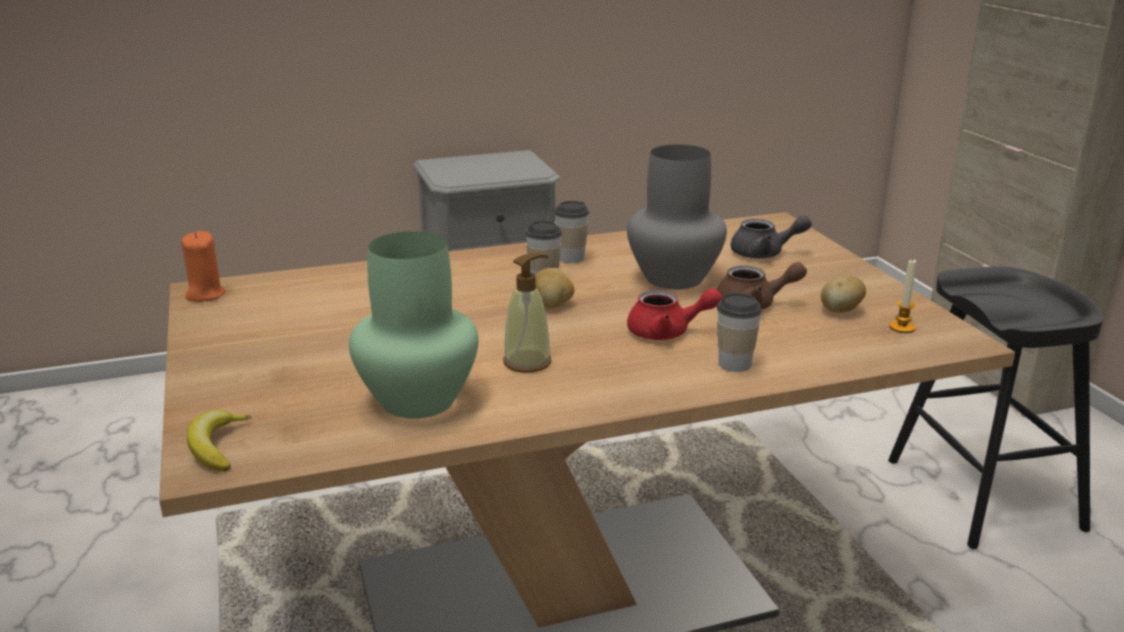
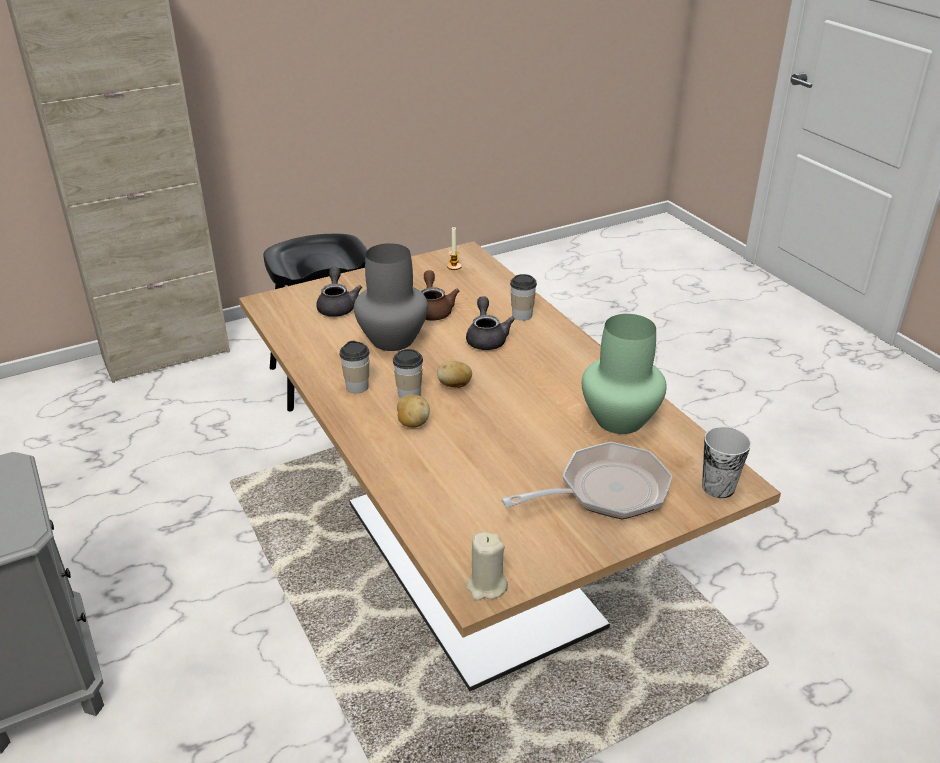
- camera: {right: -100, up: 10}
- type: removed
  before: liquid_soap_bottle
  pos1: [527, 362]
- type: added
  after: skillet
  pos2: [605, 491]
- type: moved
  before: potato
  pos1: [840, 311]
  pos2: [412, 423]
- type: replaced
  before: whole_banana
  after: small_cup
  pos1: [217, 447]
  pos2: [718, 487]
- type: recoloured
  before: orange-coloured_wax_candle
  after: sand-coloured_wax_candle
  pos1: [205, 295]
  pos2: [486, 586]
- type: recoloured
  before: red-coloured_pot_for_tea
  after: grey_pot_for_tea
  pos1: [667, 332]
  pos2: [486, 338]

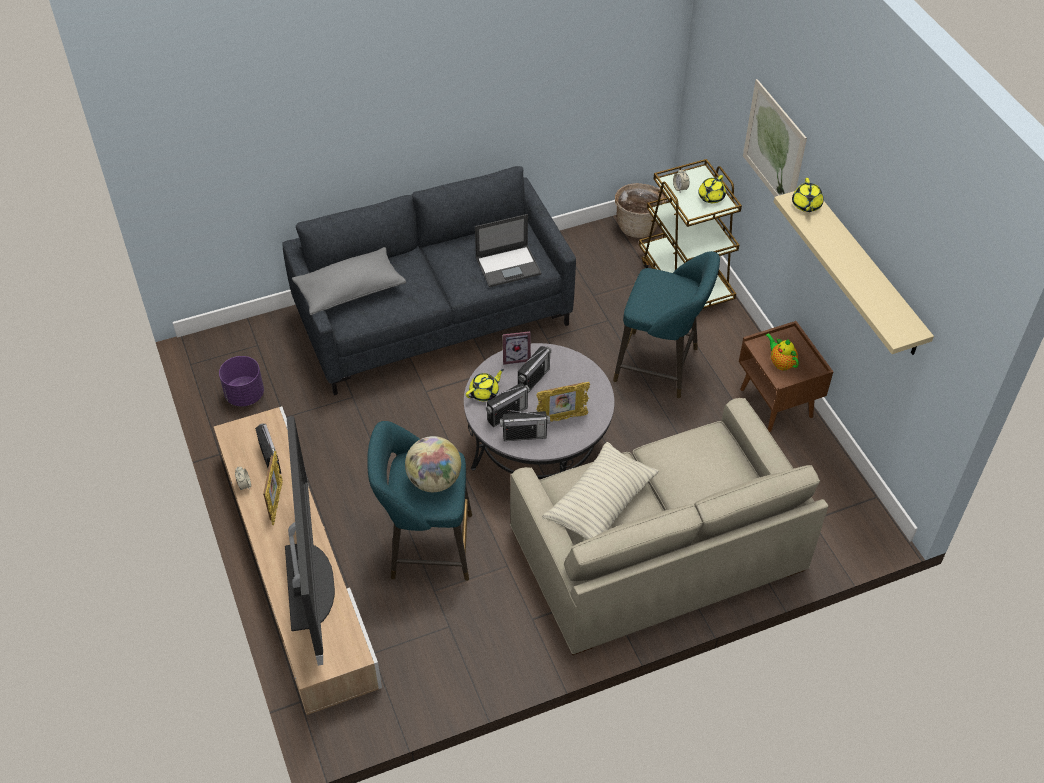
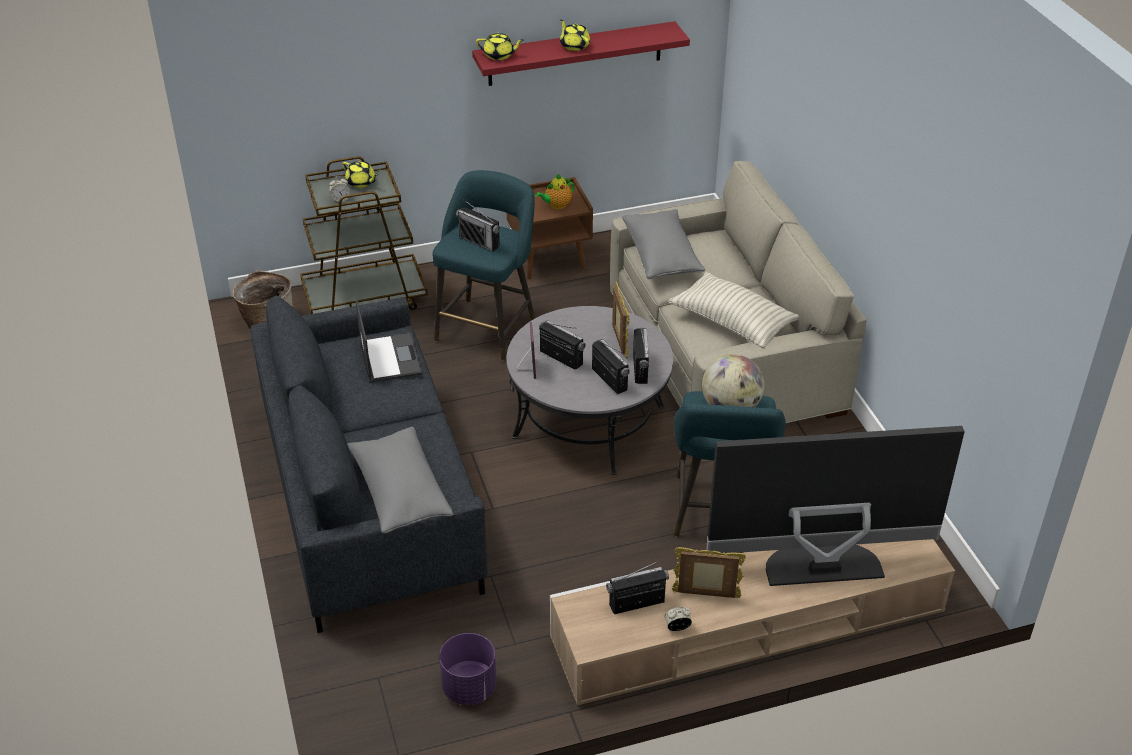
- camera: {right: -85, up: -10}
- type: removed
  before: wall_art
  pos1: [774, 147]
- type: added
  after: radio_set
  pos2: [479, 241]
- type: added
  after: grey_pillow
  pos2: [661, 256]
- type: moved
  before: yellow-coloured_pot_for_tea
  pos1: [484, 392]
  pos2: [574, 45]
- type: recoloured
  before: sand-coloured_shelf
  after: red-coloured_shelf
  pos1: [865, 272]
  pos2: [575, 54]

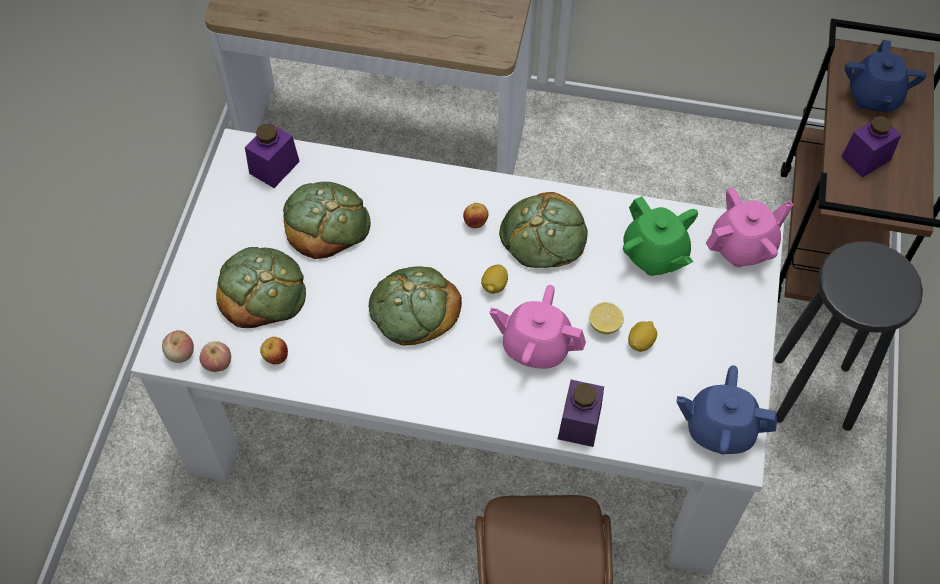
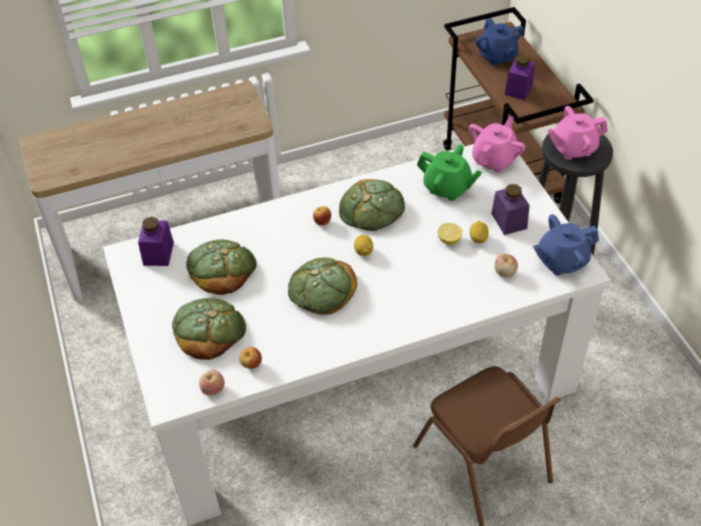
- camera: {right: -30, up: -10}
- type: moved
  before: apple
  pos1: [180, 354]
  pos2: [505, 272]
- type: moved
  before: pink-coloured_pot_for_tea
  pos1: [535, 345]
  pos2: [573, 148]
- type: moved
  before: purplish_storage_jar
  pos1: [579, 422]
  pos2: [509, 221]

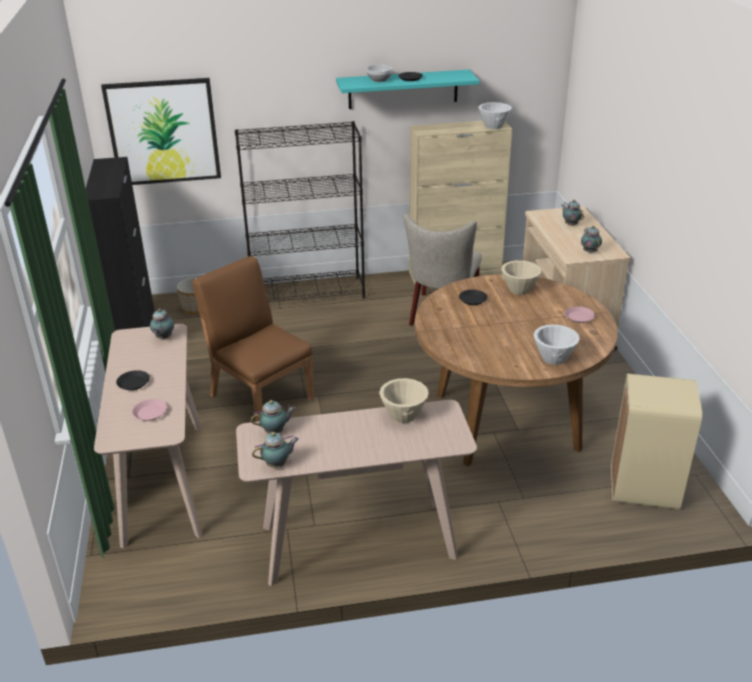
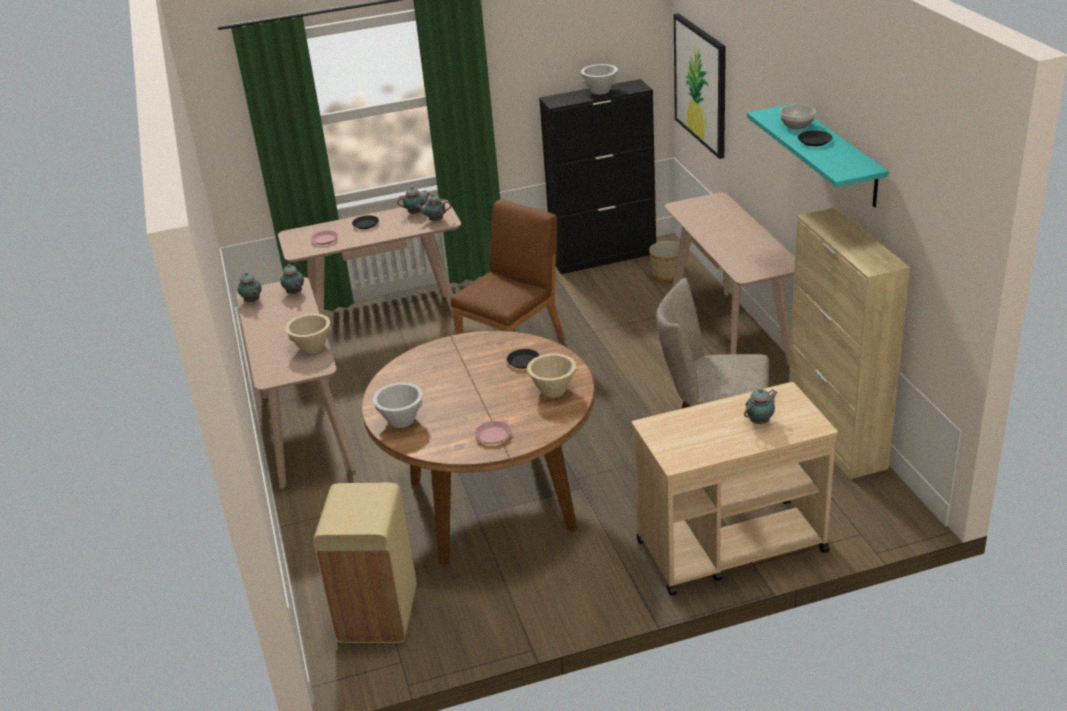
- camera: {right: 85, up: 0}
- type: moved
  before: whitish_deep_dish
  pos1: [494, 126]
  pos2: [600, 91]
- type: moved
  before: pot_for_tea
  pos1: [589, 251]
  pos2: [416, 213]
- type: replaced
  before: black-coloured_bookshelf
  after: sand-coloured_console_table
  pos1: [308, 293]
  pos2: [729, 334]

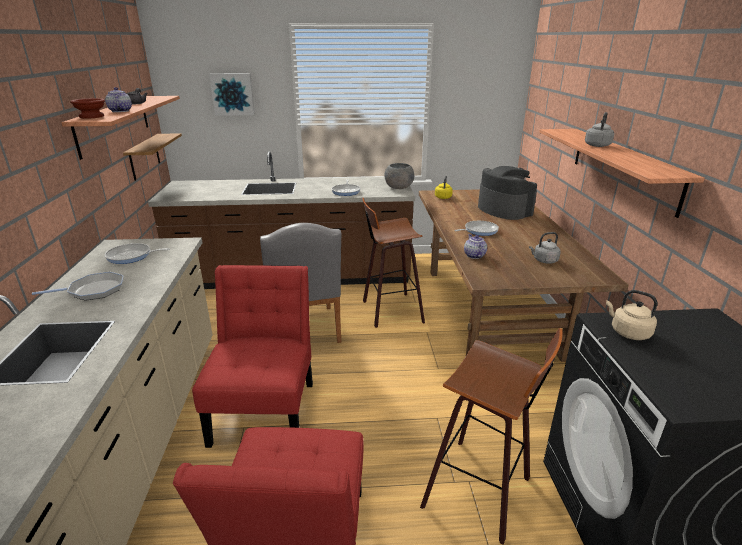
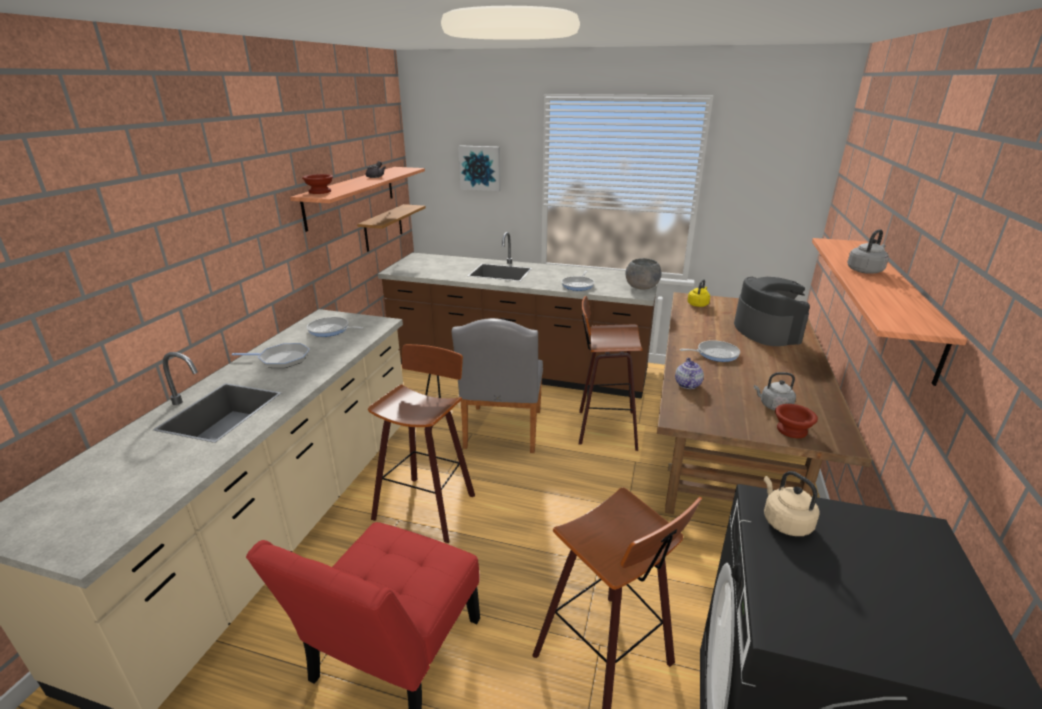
- camera: {right: 20, up: 0}
- type: removed
  before: pot_for_tea
  pos1: [120, 111]
- type: added
  after: brown_deep_dish
  pos2: [793, 430]
- type: replaced
  before: red-coloured_chair
  after: stool_seat
  pos1: [265, 408]
  pos2: [427, 505]

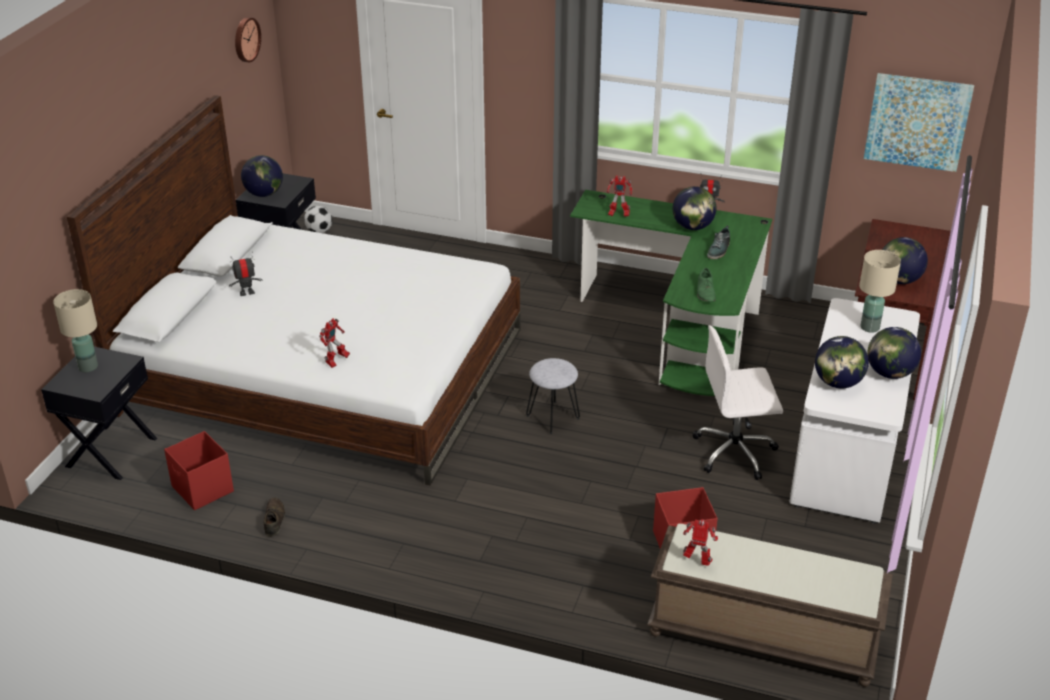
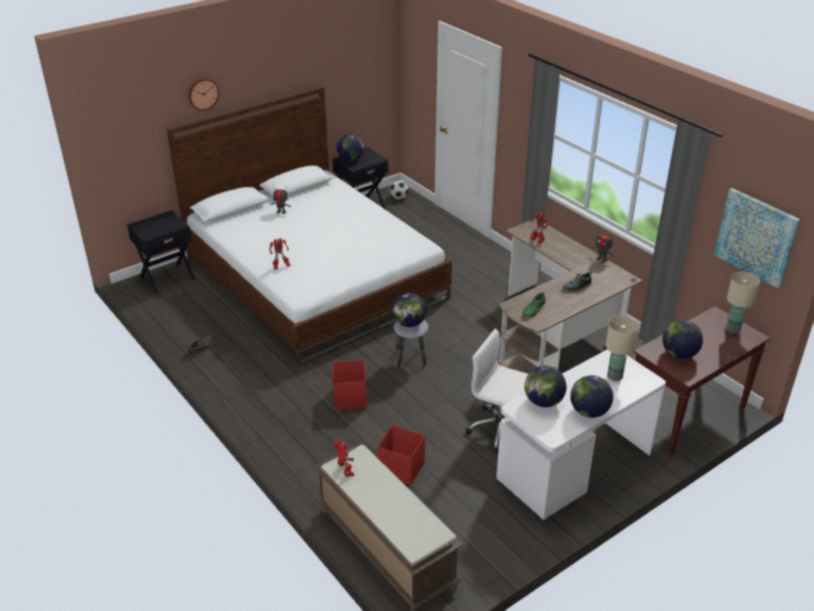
- camera: {right: 35, up: 0}
- type: moved
  before: sand-coloured_table_lamp
  pos1: [87, 367]
  pos2: [732, 329]
- type: moved
  before: red-coloured_storage_box
  pos1: [202, 490]
  pos2: [350, 398]
- type: moved
  before: hanging_clock
  pos1: [245, 39]
  pos2: [202, 93]
- type: moved
  before: world_globe
  pos1: [692, 227]
  pos2: [409, 323]
- type: recoloured
  before: greenish_desk_unit
  after: brown_desk_unit
  pos1: [683, 327]
  pos2: [556, 338]

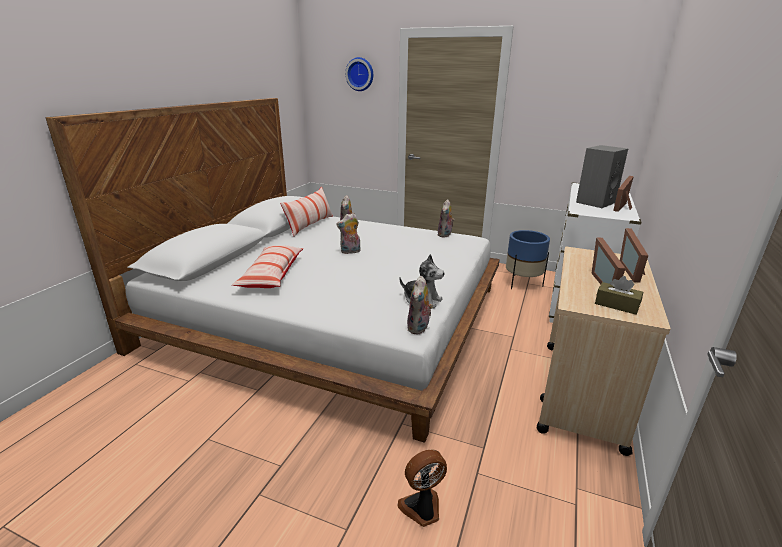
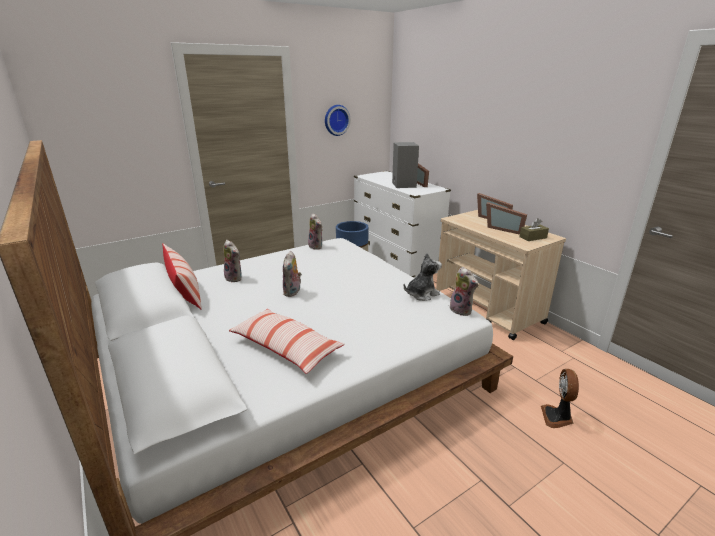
- camera: {right: -55, up: 0}
- type: moved
  before: hanging_clock
  pos1: [360, 74]
  pos2: [336, 120]

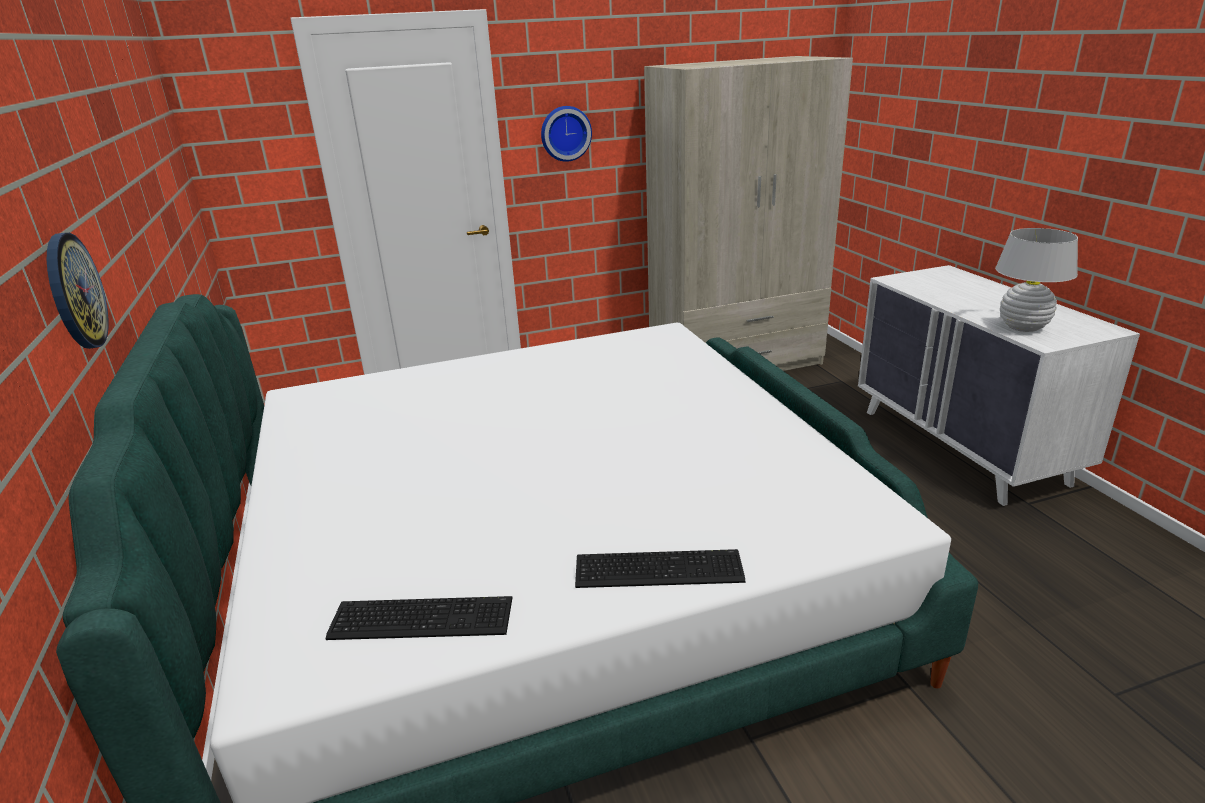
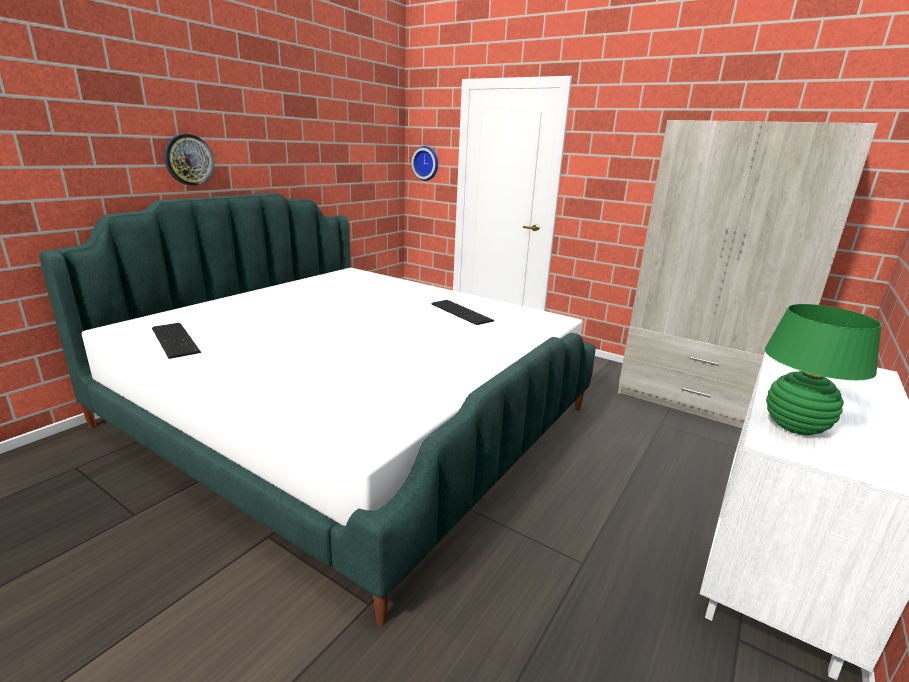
- camera: {right: 50, up: -5}
- type: moved
  before: hanging_clock
  pos1: [565, 133]
  pos2: [426, 163]
- type: moved
  before: keyboard
  pos1: [656, 567]
  pos2: [462, 312]
- type: recoloured
  before: whitish_table_lamp
  after: greenish_table_lamp
  pos1: [1023, 327]
  pos2: [794, 426]

